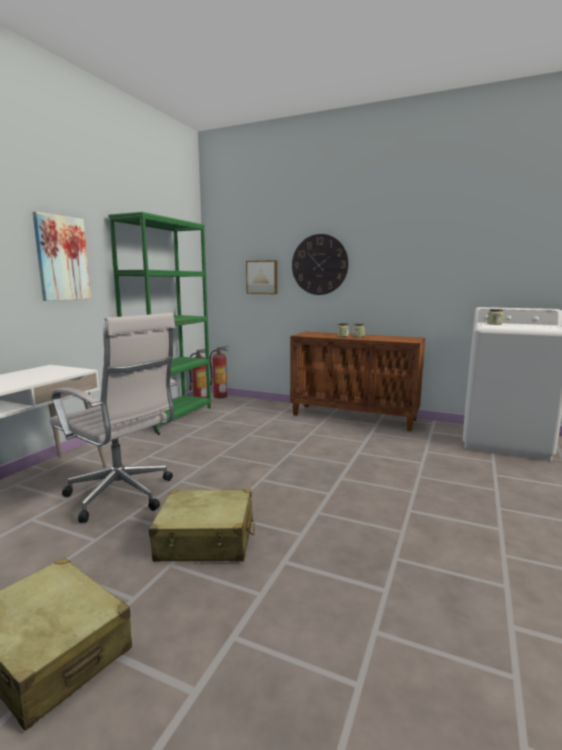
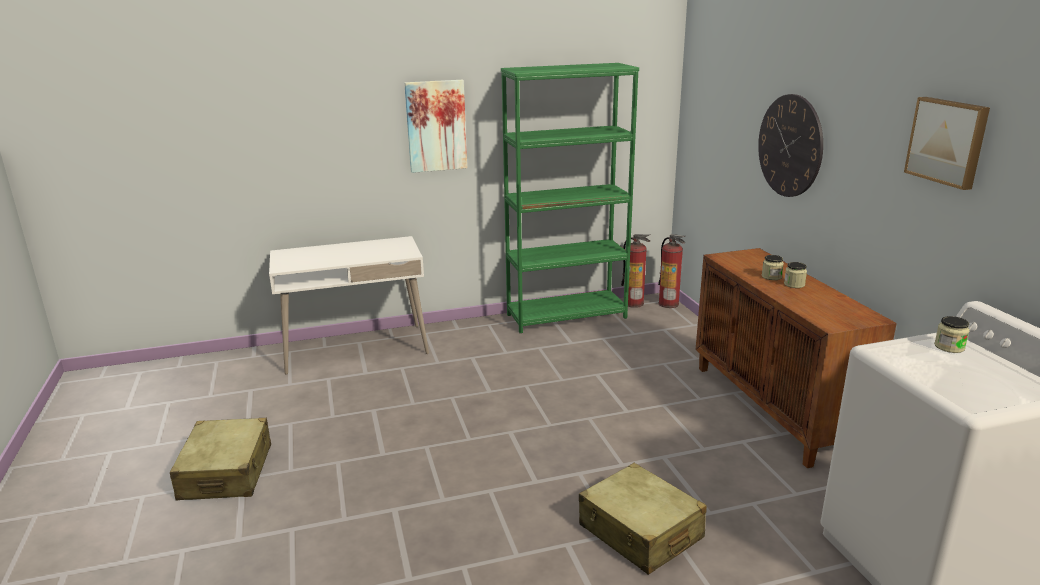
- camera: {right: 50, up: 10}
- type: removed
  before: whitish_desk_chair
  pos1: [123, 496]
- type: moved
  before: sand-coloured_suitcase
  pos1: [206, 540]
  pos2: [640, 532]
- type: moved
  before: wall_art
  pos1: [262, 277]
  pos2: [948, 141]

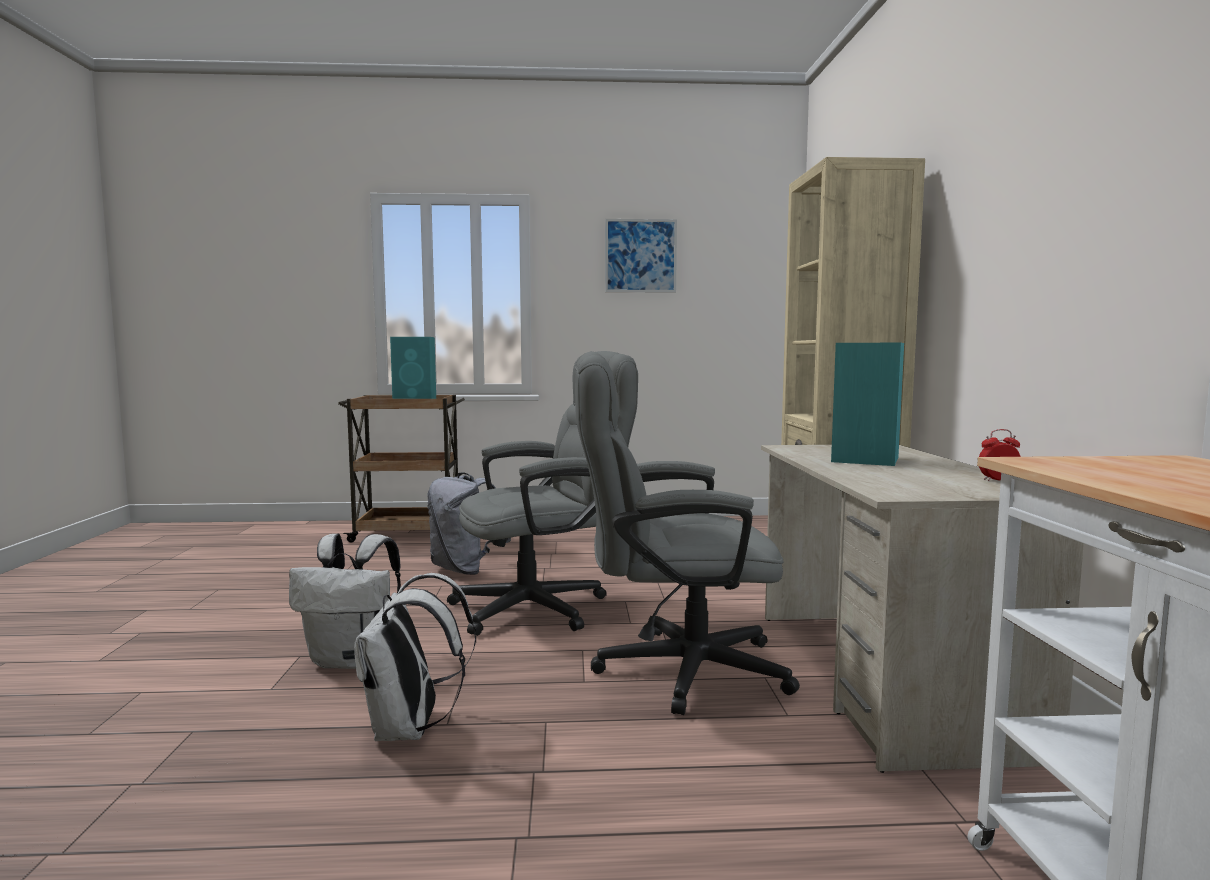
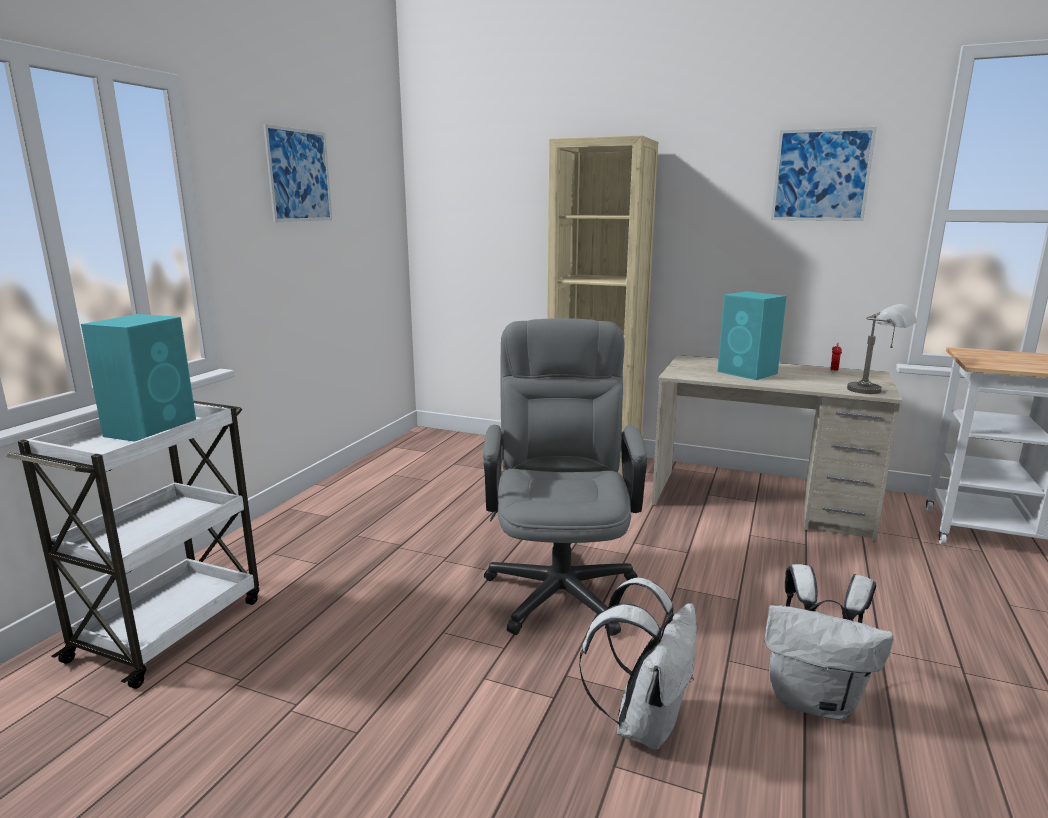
- camera: {right: -65, up: 10}
- type: removed
  before: grey_backpack
  pos1: [465, 570]
- type: removed
  before: grey_desk_chair
  pos1: [672, 669]
- type: added
  after: wall_art
  pos2: [821, 175]
- type: added
  after: grey_table_lamp
  pos2: [875, 391]
- type: recoloured
  before: brown_wheeled_cart
  after: whitish_wheeled_cart
  pos1: [408, 533]
  pos2: [171, 627]

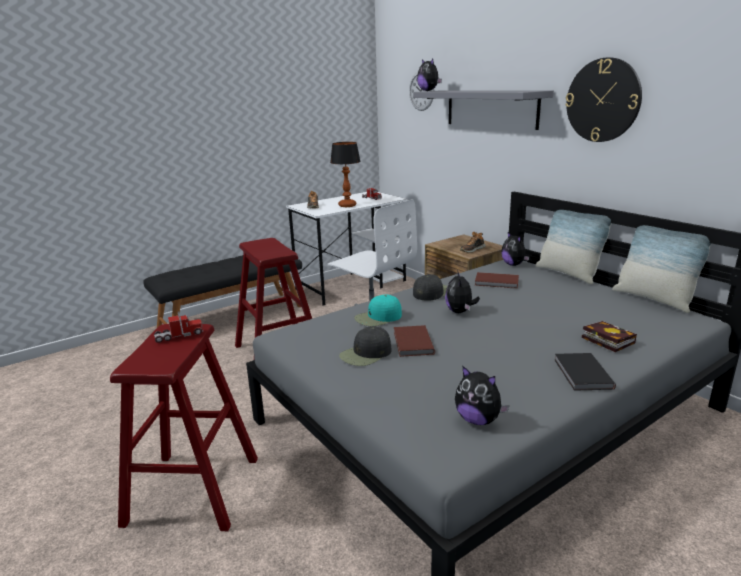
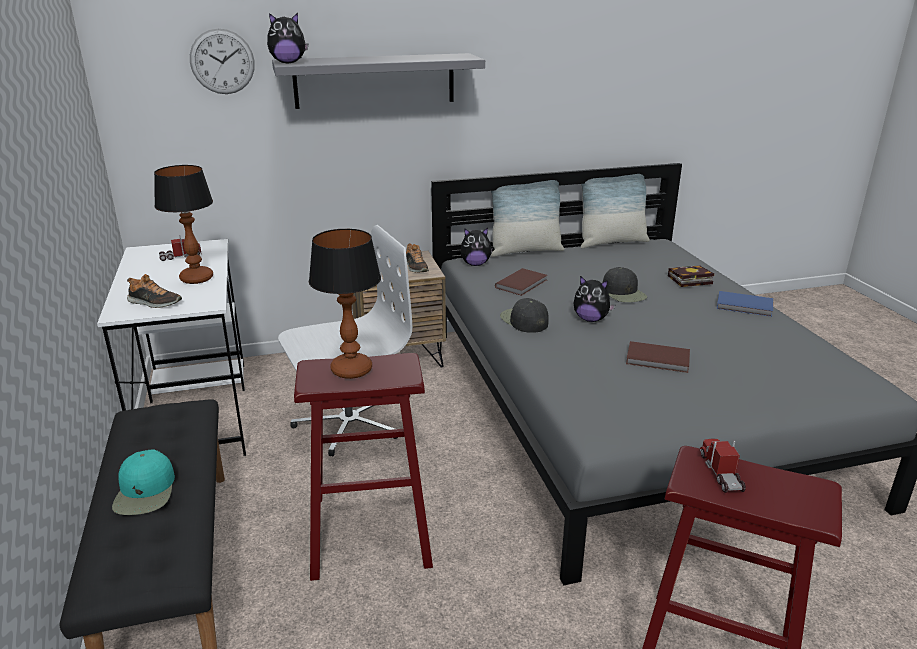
- camera: {right: -70, up: 5}
- type: removed
  before: cuddly_toy
  pos1: [478, 420]
- type: removed
  before: hanging_clock
  pos1: [603, 100]
- type: added
  after: table_lamp
  pos2: [351, 369]
- type: moved
  before: black-coloured_peaked_cap
  pos1: [366, 354]
  pos2: [624, 293]
- type: moved
  before: blue-green_peaked_cap
  pos1: [378, 318]
  pos2: [145, 491]
- type: recoloured
  before: black-coloured_book
  after: bluish_book
  pos1: [581, 374]
  pos2: [745, 306]

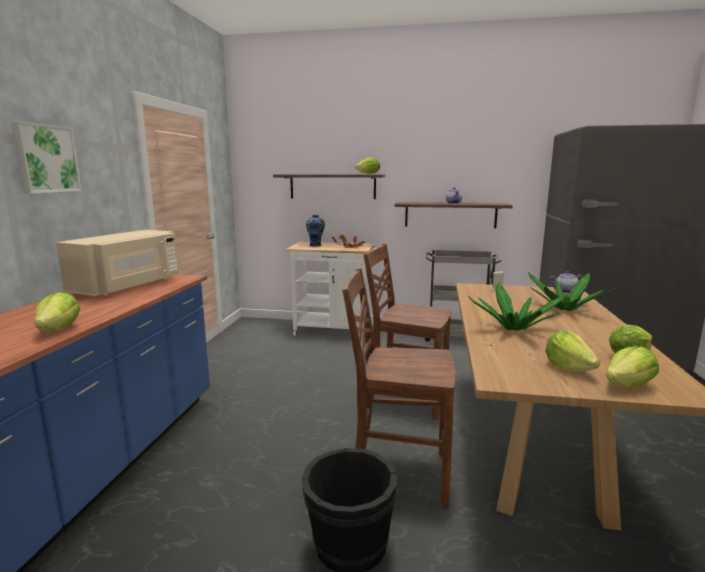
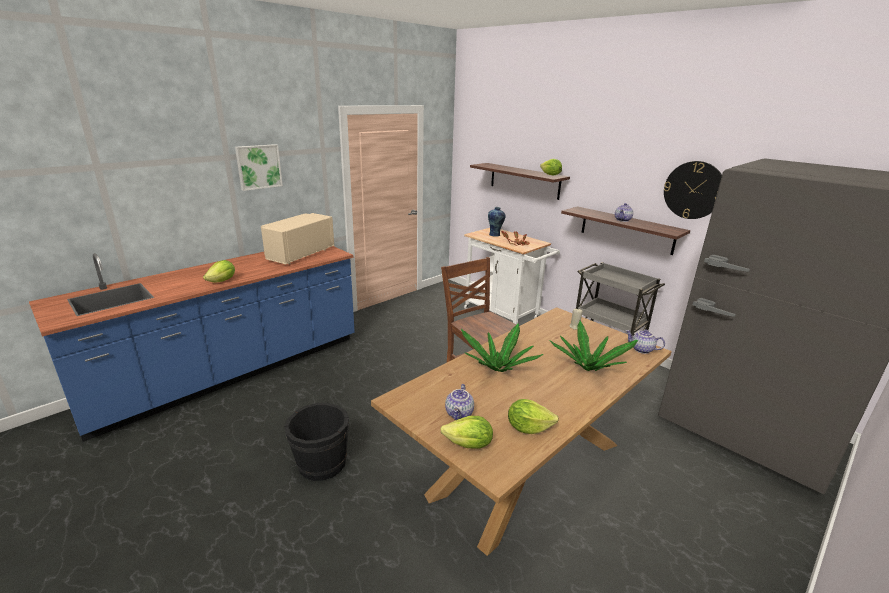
- camera: {right: 35, up: 10}
- type: removed
  before: brown_chair
  pos1: [398, 473]
- type: added
  after: hanging_clock
  pos2: [693, 190]
- type: replaced
  before: lettuce_head
  after: pot_for_tea
  pos1: [568, 368]
  pos2: [459, 414]
- type: turned
  before: sand-coloured_microwave_oven
  pos1: [129, 286]
  pos2: [299, 254]
  turn: 150

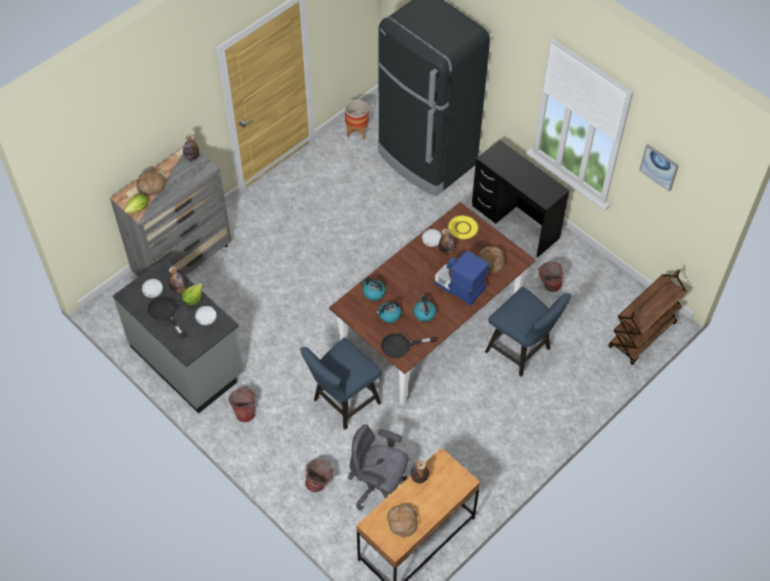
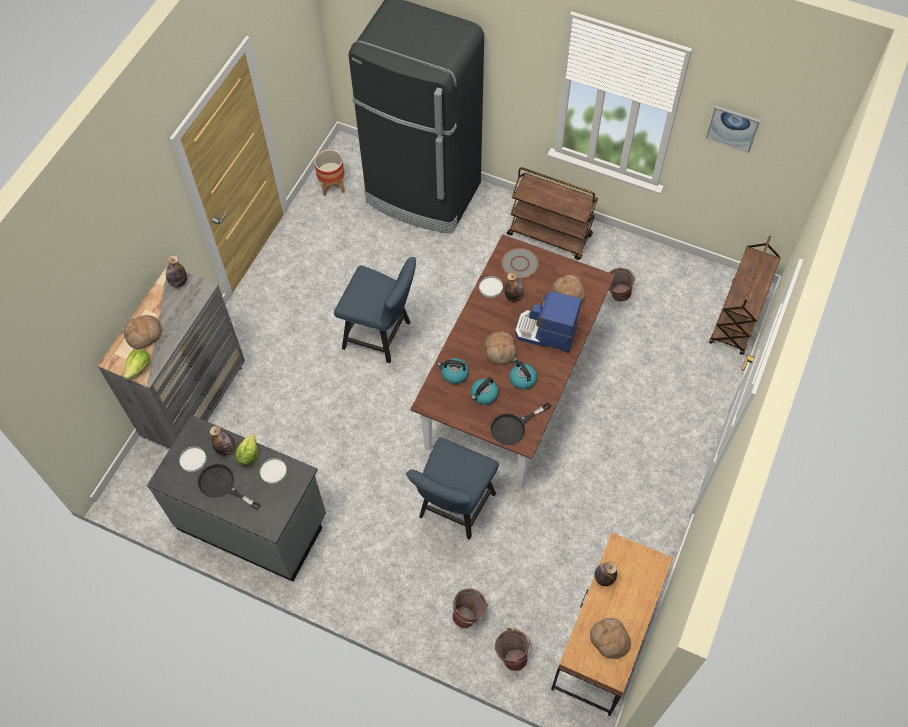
- camera: {right: -20, up: 5}
- type: removed
  before: grey_desk_chair
  pos1: [378, 487]
- type: added
  after: baked_bread
  pos2: [500, 351]
- type: moved
  before: pail
  pos1: [245, 411]
  pos2: [512, 654]
- type: moved
  before: bluish_chair
  pos1: [522, 352]
  pos2: [382, 336]
- type: replaced
  before: black-coloured_desk_unit
  after: brown_wheeled_cart
  pos1: [515, 222]
  pos2: [550, 235]
- type: recoloured
  before: yellow-coloured_dinner_plate
  after: grey_dinner_plate
  pos1: [462, 228]
  pos2: [519, 264]

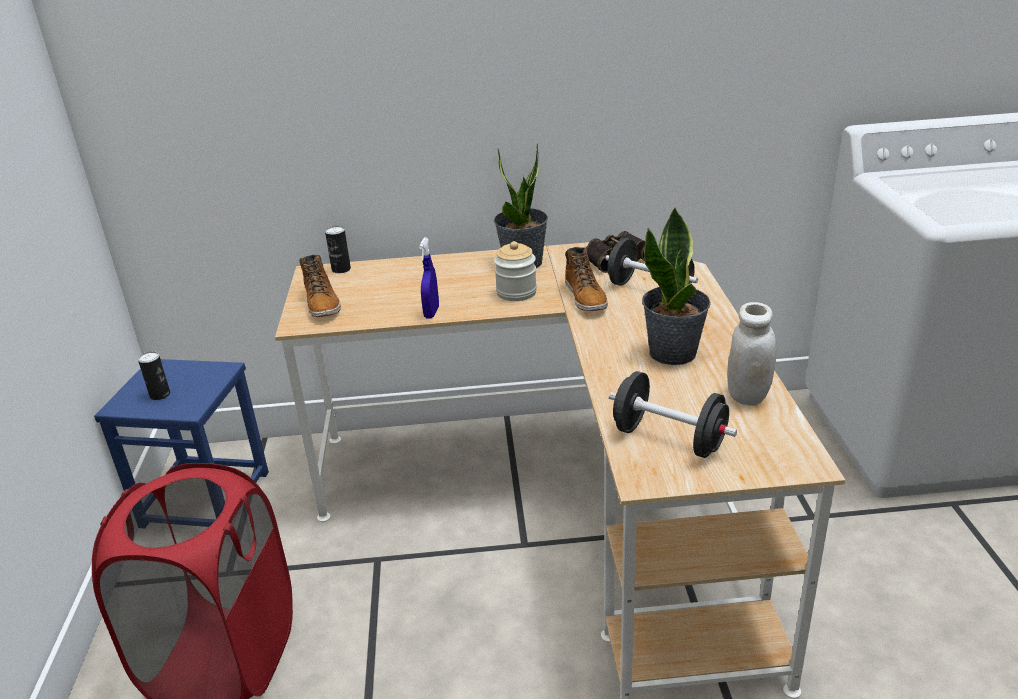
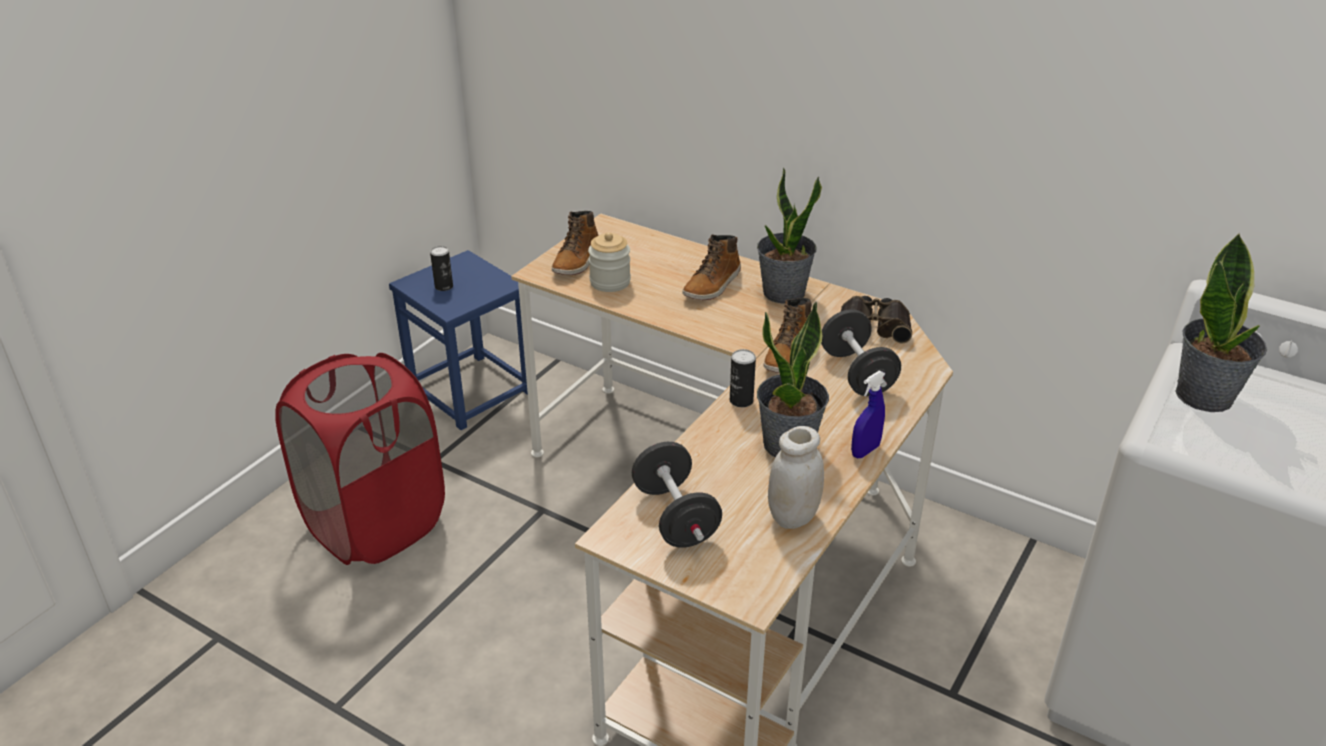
- camera: {right: 35, up: 5}
- type: added
  after: boot
  pos2: [713, 285]
- type: added
  after: houseplant
  pos2: [1205, 396]
- type: moved
  before: can
  pos1: [341, 269]
  pos2: [741, 400]
- type: moved
  before: bluish_sprayer
  pos1: [431, 313]
  pos2: [865, 451]
- type: moved
  before: storage_jar
  pos1: [516, 292]
  pos2: [610, 282]

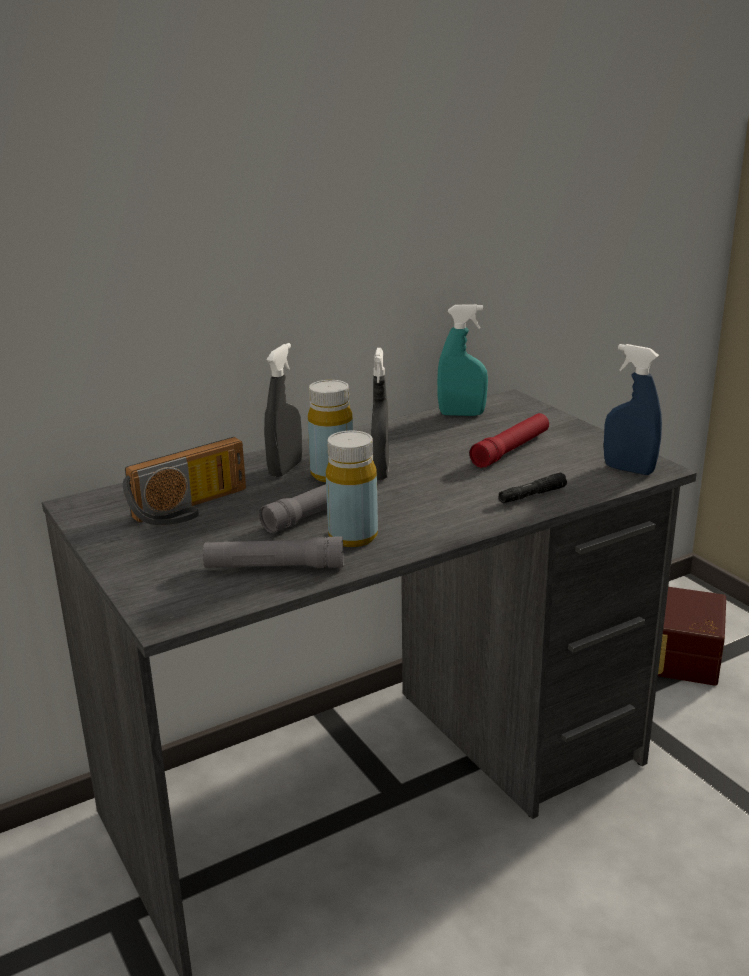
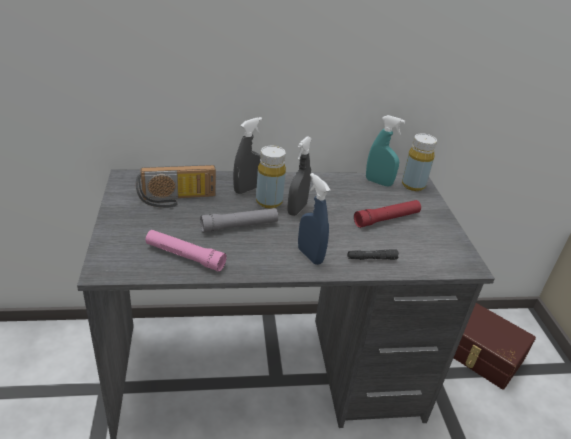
- camera: {right: 20, up: 10}
- type: moved
  before: yellow-coloured_beverage_bottle
  pos1: [353, 537]
  pos2: [413, 185]
- type: moved
  before: bluish_sprayer
  pos1: [628, 469]
  pos2: [310, 255]
- type: recoloured
  before: grey_torch
  after: pink-coloured_torch
  pos1: [274, 567]
  pos2: [185, 256]

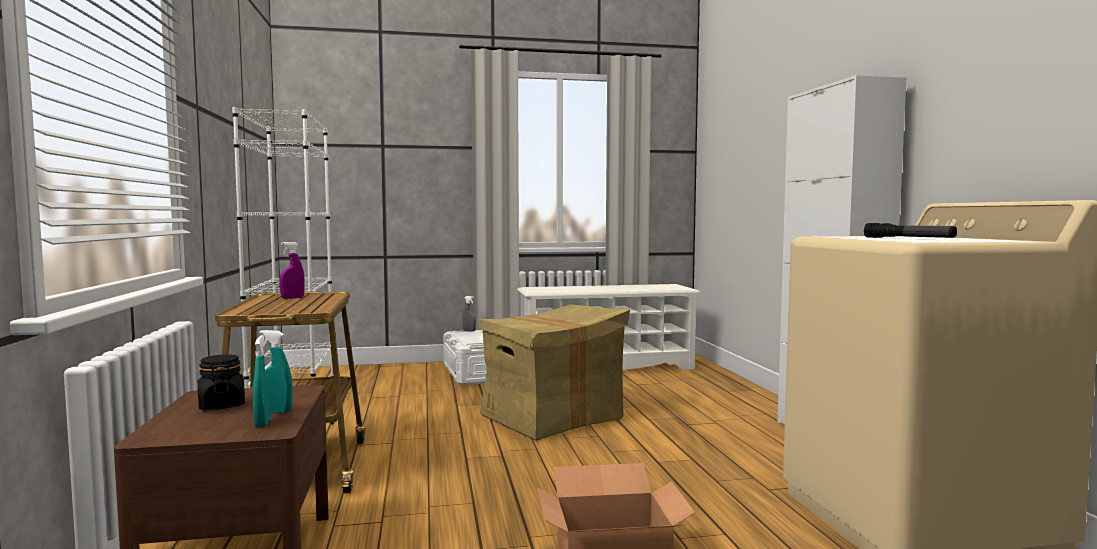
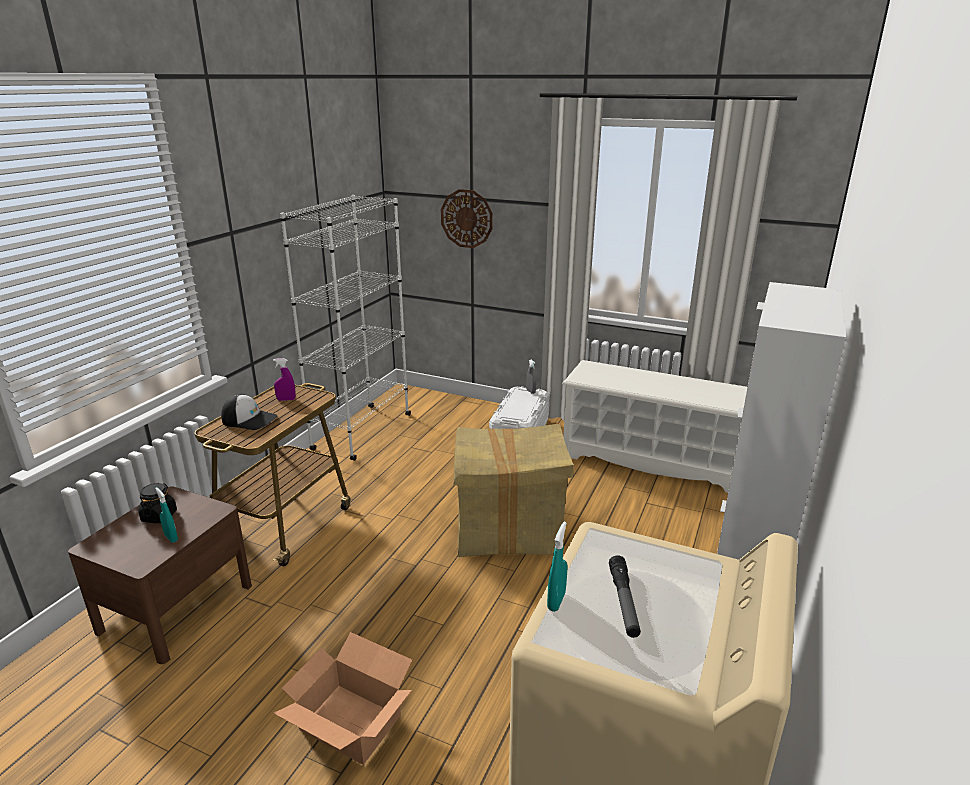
- camera: {right: 35, up: 20}
- type: added
  after: peaked_cap
  pos2: [249, 419]
- type: added
  after: hanging_clock
  pos2: [466, 218]
- type: moved
  before: blue-green_sprayer
  pos1: [262, 423]
  pos2: [556, 601]

